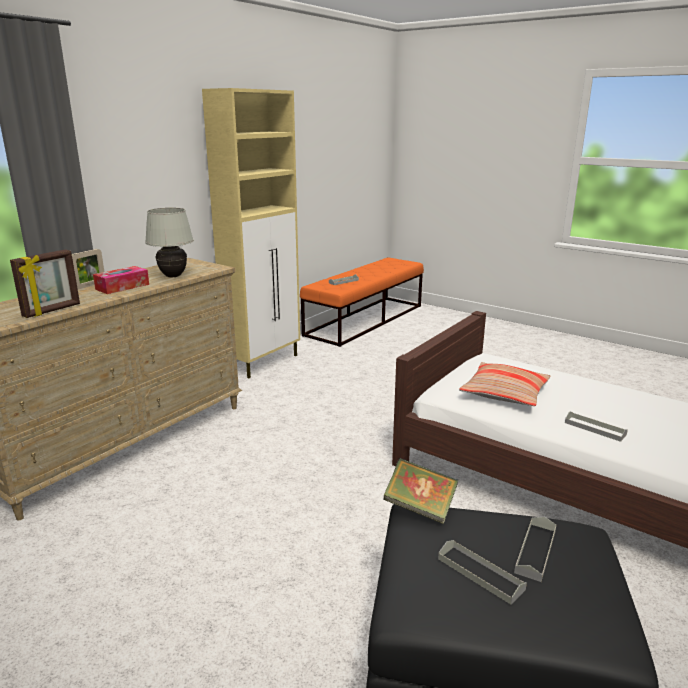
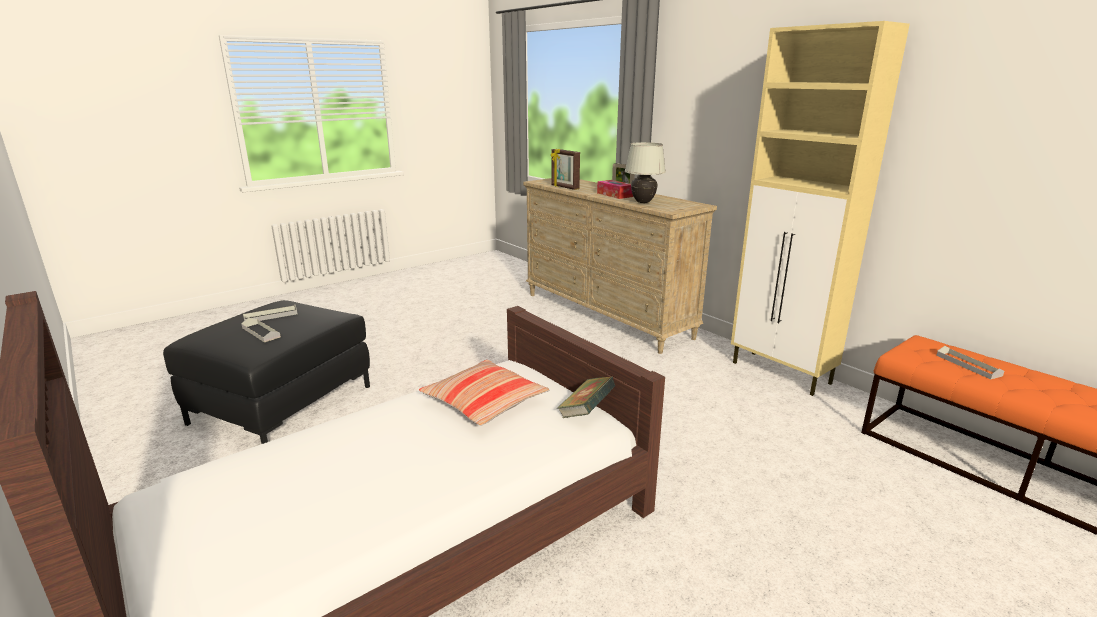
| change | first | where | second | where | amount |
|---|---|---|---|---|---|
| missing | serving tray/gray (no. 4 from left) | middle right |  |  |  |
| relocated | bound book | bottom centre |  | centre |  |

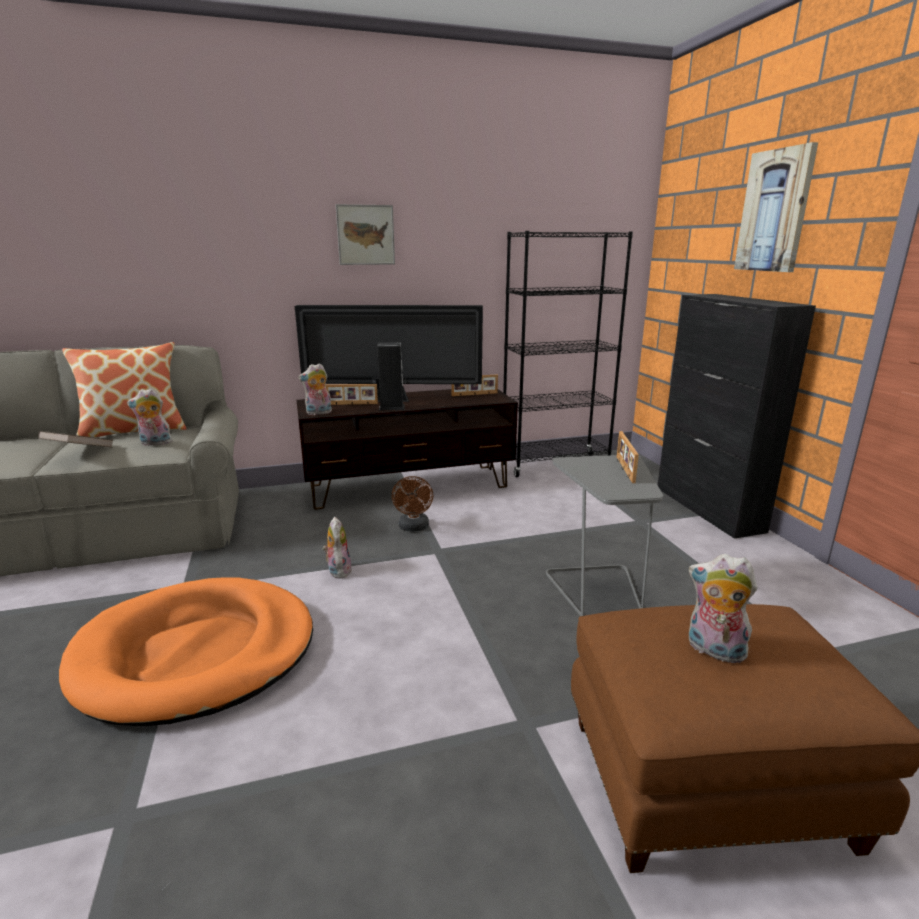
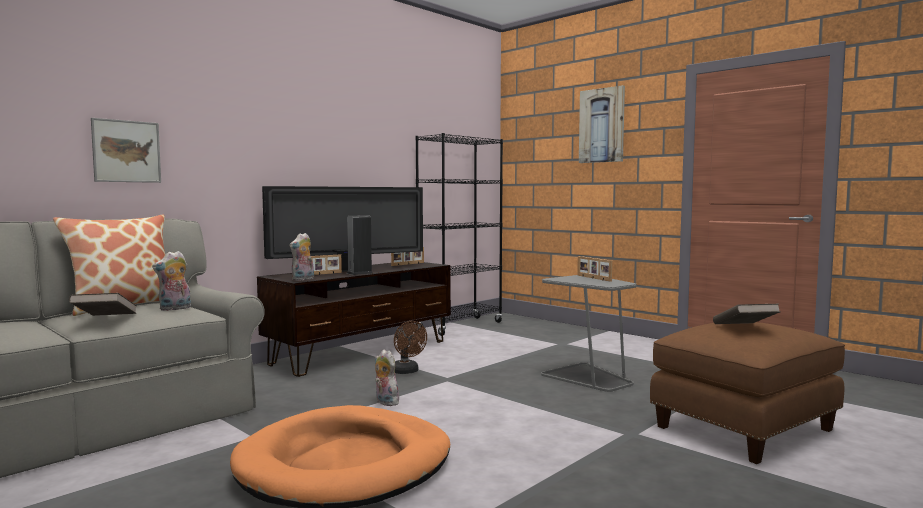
| change | first | where | second | where | amount |
|---|---|---|---|---|---|
| relocated | wall picture (no. 1 from left) | top centre |  | top left |  |
| missing | cabinet/blackish | middle right |  |  |  |
| exchanged | plush toy (no. 4 from left) | middle right | bound book/brownish (no. 2 from left) | middle right |  |

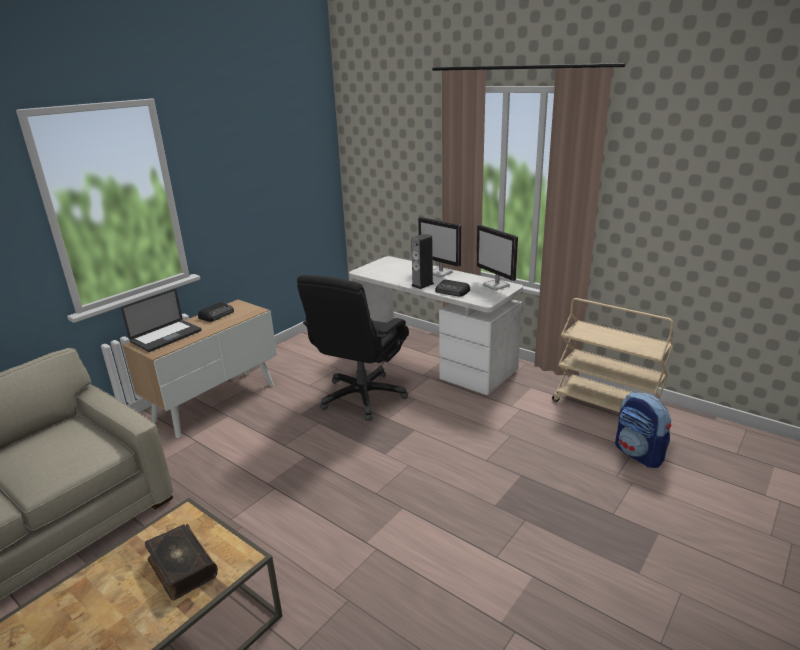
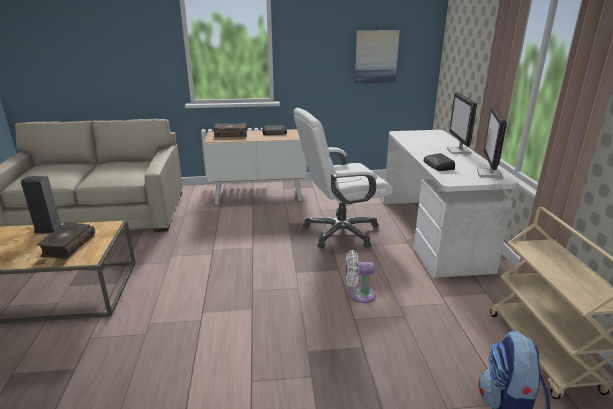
| change | first | where | second | where | amount |
|---|---|---|---|---|---|
| relocated | loudspeaker | centre |  | middle left |  |
| colour | desk chair/blackish | centre | desk chair/whitish | centre |  |
| exchanged | notebook computer | middle left | bound book (no. 2 from left) | top centre |  |
| appeared |  |  | wall picture | top centre |  |
| appeared |  |  | electric fan/whitish | bottom centre |  |

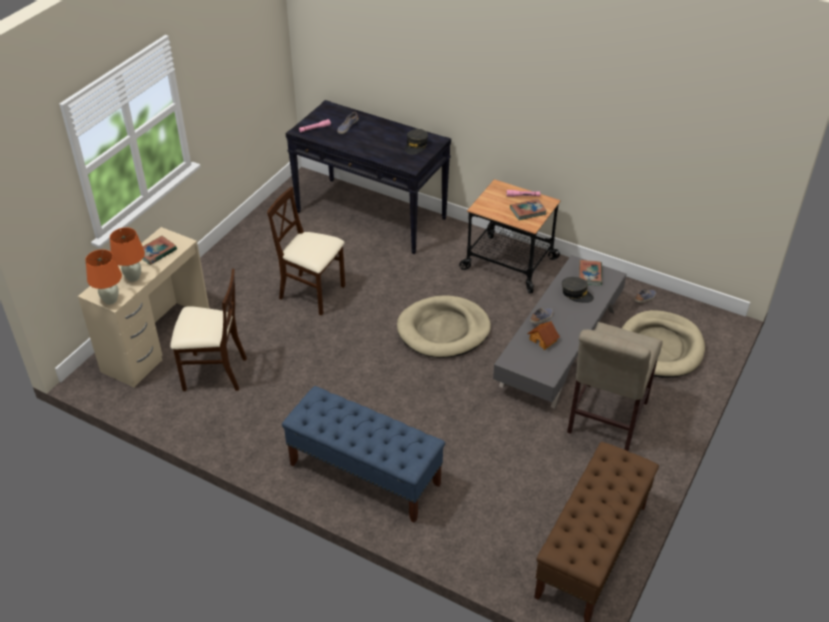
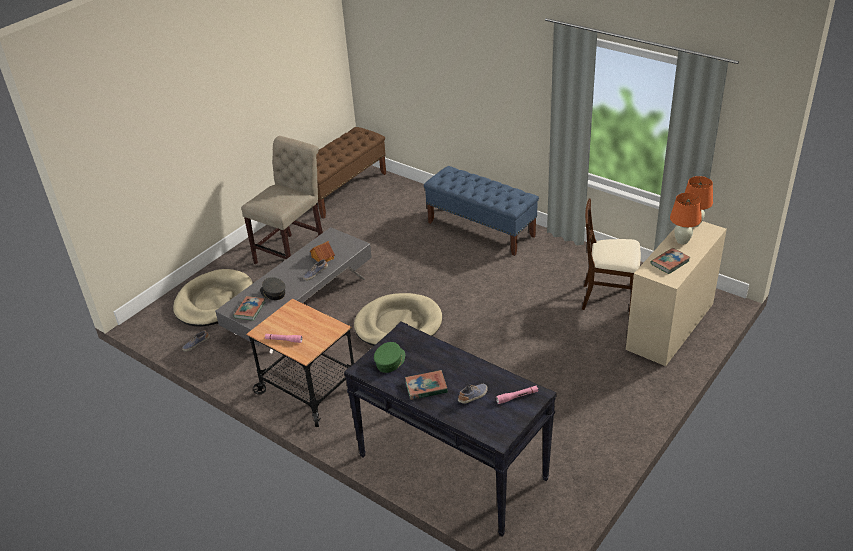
| change | first | where | second | where | amount |
|---|---|---|---|---|---|
| colour | baseball cap/gray (no. 1 from left) | top centre | baseball cap/green-coloured | centre |  |
| missing | plain chair/beige-coloured (no. 2 from left) | centre |  |  |  |
| relocated | bound book (no. 2 from left) | centre |  | bottom centre |  |

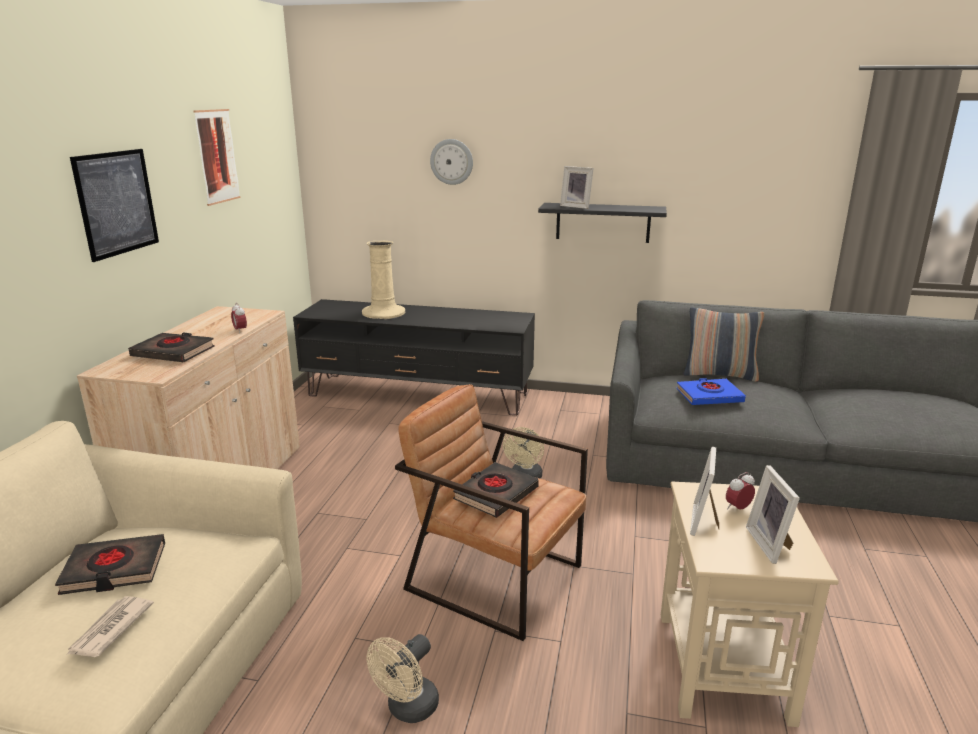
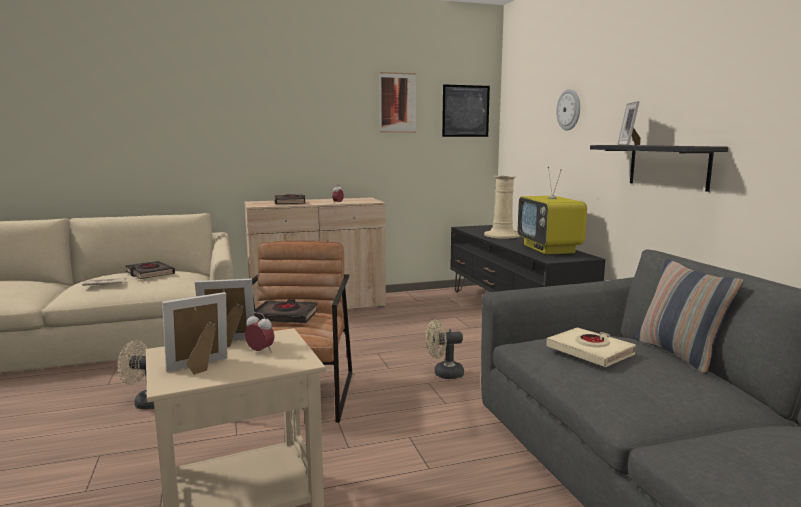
| change | first | where | second | where | amount |
|---|---|---|---|---|---|
| relocated | wall picture (no. 1 from left in the first image) | top left | wall picture (no. 2 from left) | top centre |  |
| colour | bound book/bluish | middle right | bound book/beige-coloured | bottom right |  |
| appeared |  |  | TV | middle right |  |

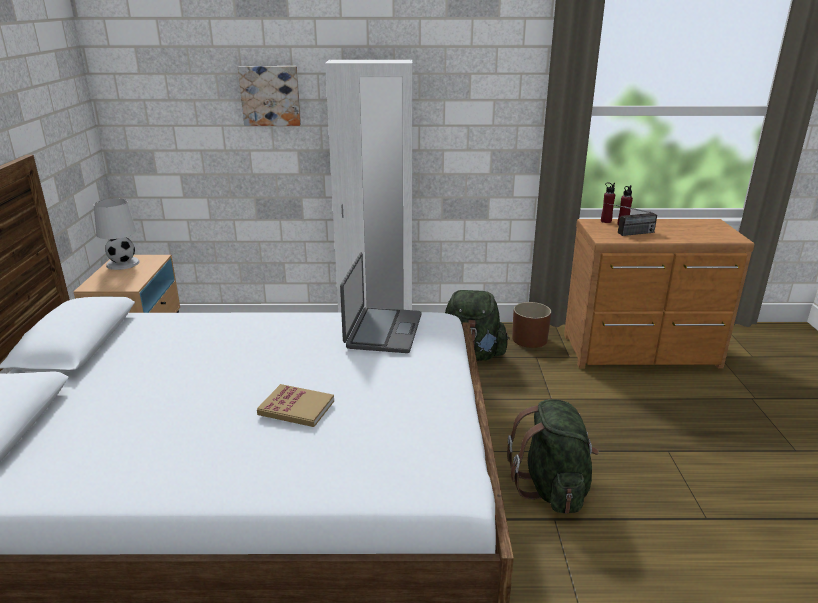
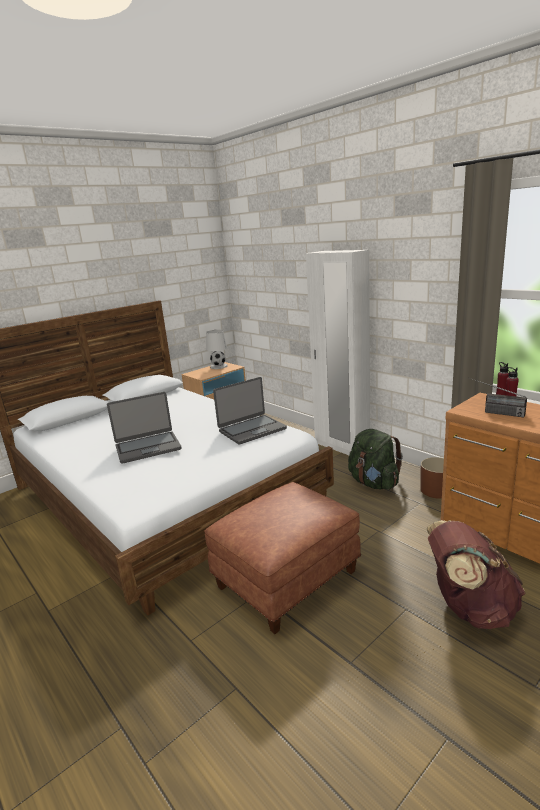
| change | first | where | second | where | amount |
|---|---|---|---|---|---|
| missing | wall picture | top left |  |  |  |
| exchanged | bound book | bottom centre | notebook computer (no. 1 from left) | middle left |  |
| exchanged | backpack/green-coloured (no. 2 from left) | bottom right | footrest/brownish | bottom centre |  |
| appeared |  |  | backpack/brownish | bottom right |  |

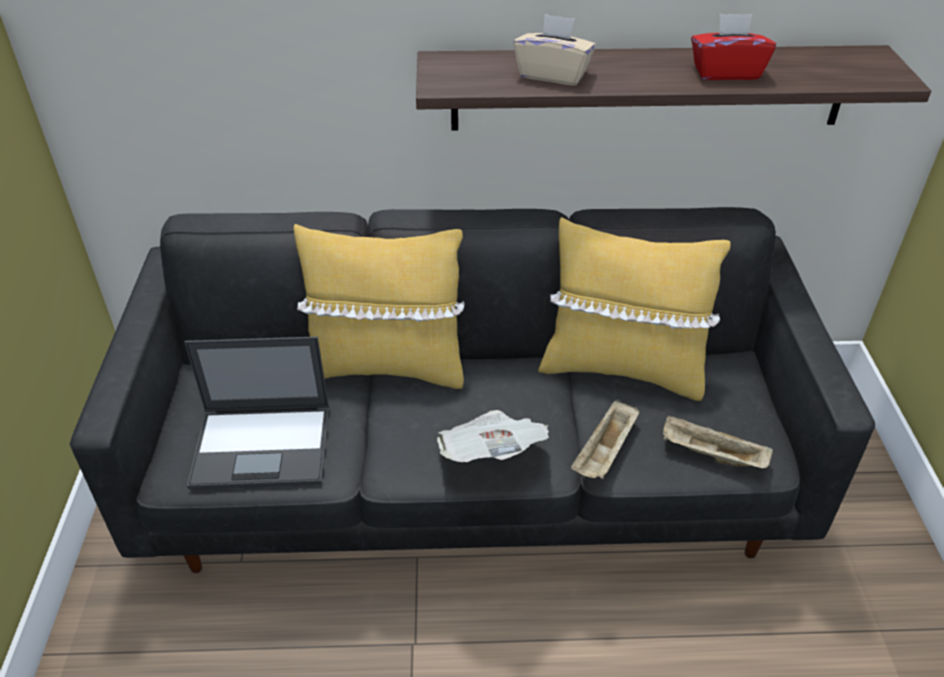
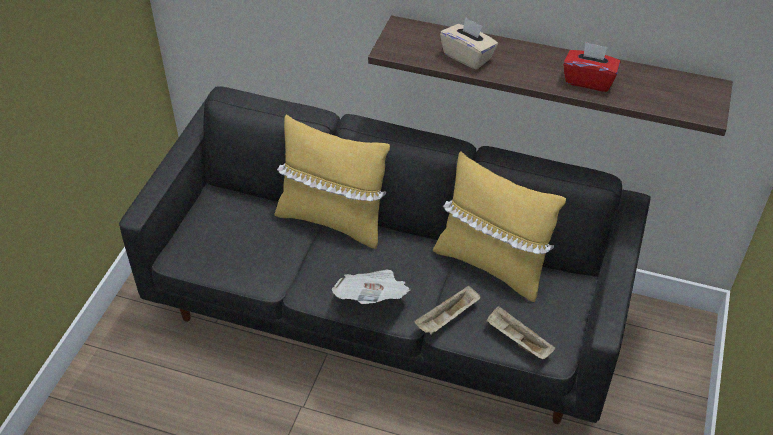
| change | first | where | second | where | amount |
|---|---|---|---|---|---|
| missing | notebook computer | middle left |  |  |  |

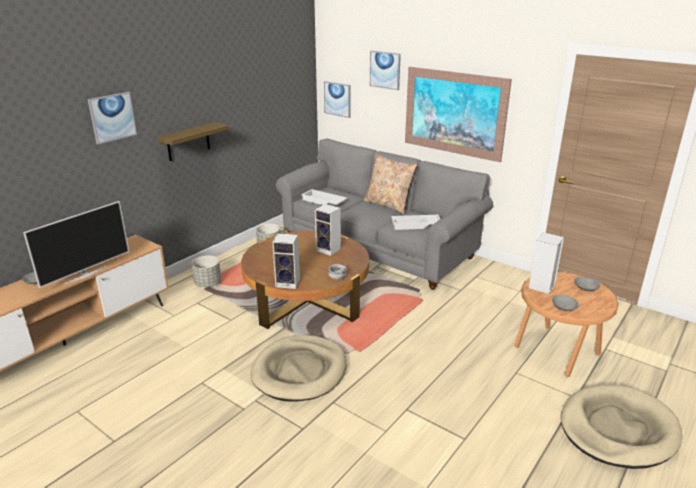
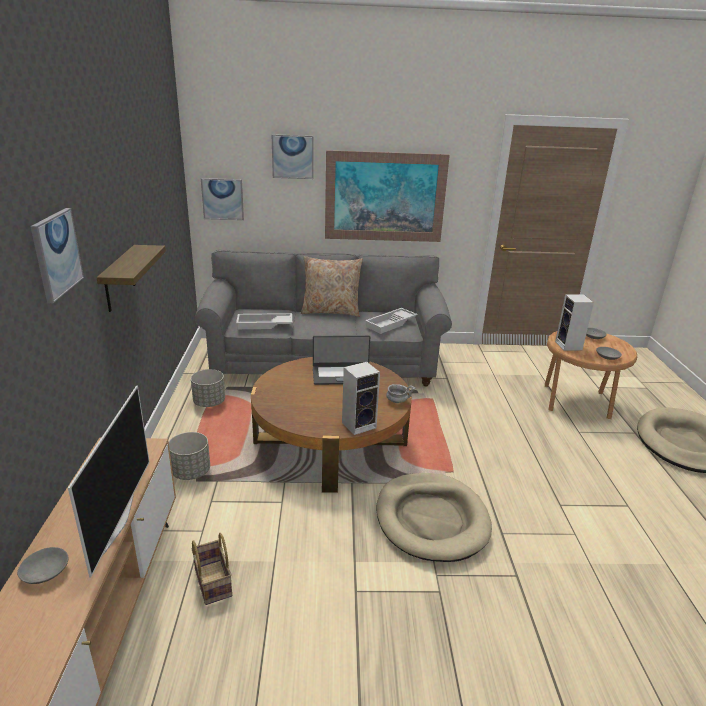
| change | first | where | second | where | amount |
|---|---|---|---|---|---|
| exchanged | loudspeaker (no. 2 from left) | centre | notebook computer | centre |  |
| appeared |  |  | basket | bottom left |  |

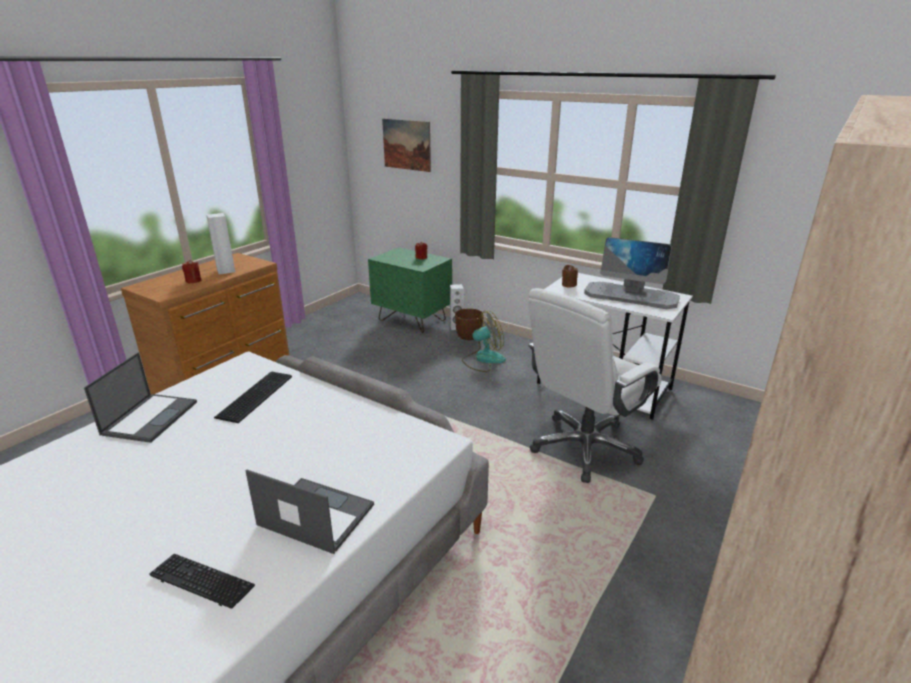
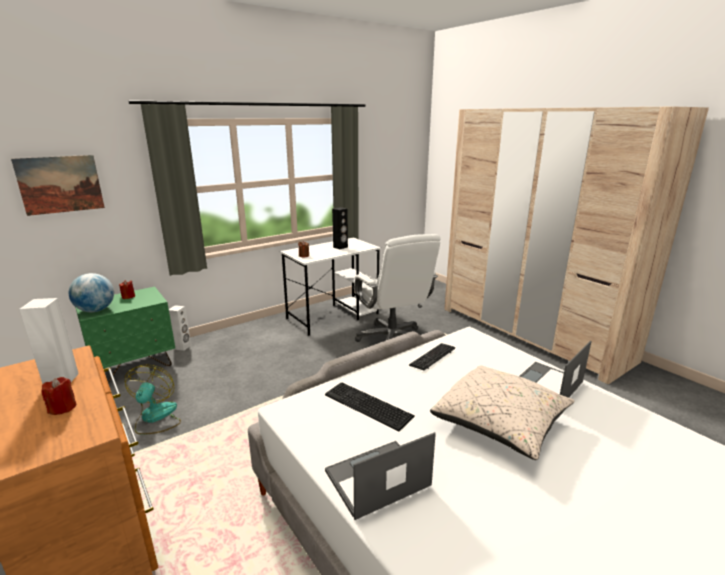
| change | first | where | second | where | amount |
|---|---|---|---|---|---|
| exchanged | monitor | middle right | loudspeaker/blackish | centre |  |
| missing | plant pot/brownish | centre |  |  |  |
| relocated | electric fan | centre |  | bottom left |  |
| spun | notebook computer (no. 1 from left) | middle left |  | bottom centre | 60 degrees counterclockwise |
| relocated | PC keyboard (no. 1 from left in the first image) | bottom left | PC keyboard (no. 2 from left) | centre |  |
| appeared |  |  | desk globe | middle left |  |
| appeared |  |  | cushion/beige-coloured | bottom right |  |

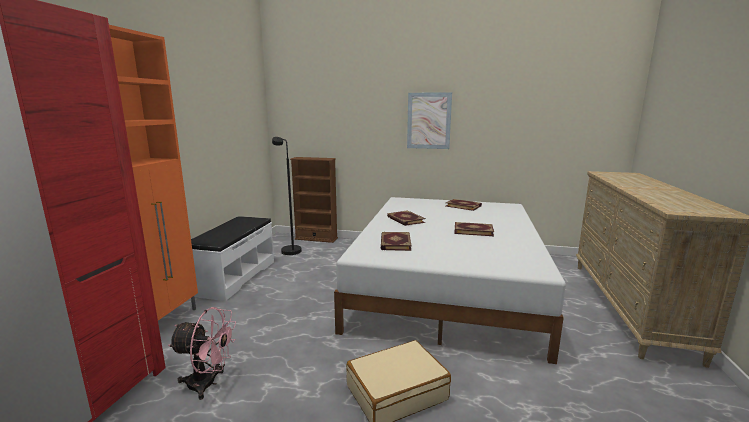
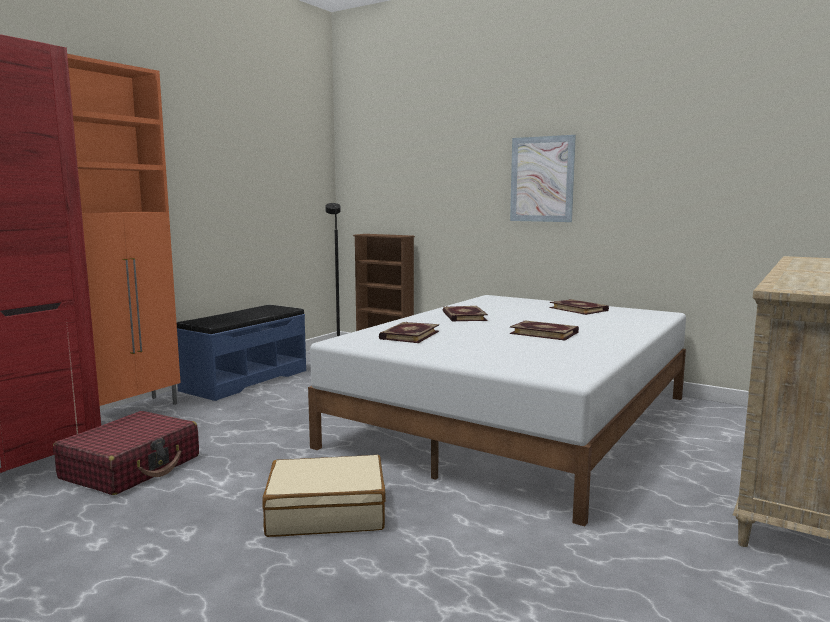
| change | first | where | second | where | amount |
|---|---|---|---|---|---|
| colour | indoor bench/whitish | middle left | indoor bench/bluish | middle left |  |
| exchanged | electric fan/pink | bottom left | piece of luggage/red-coloured | bottom left |  |

